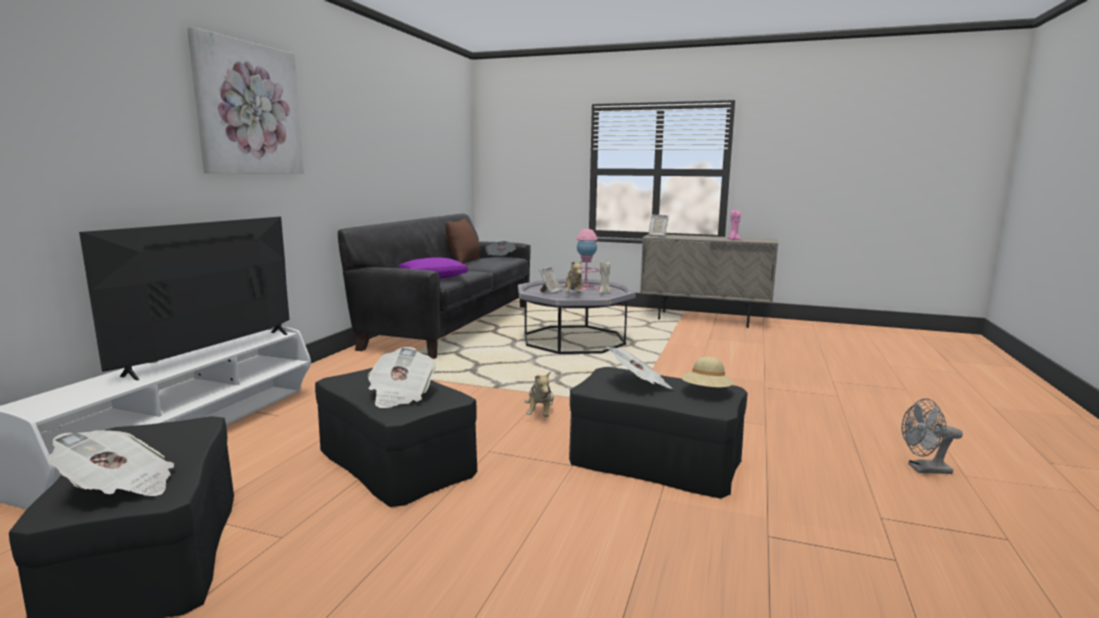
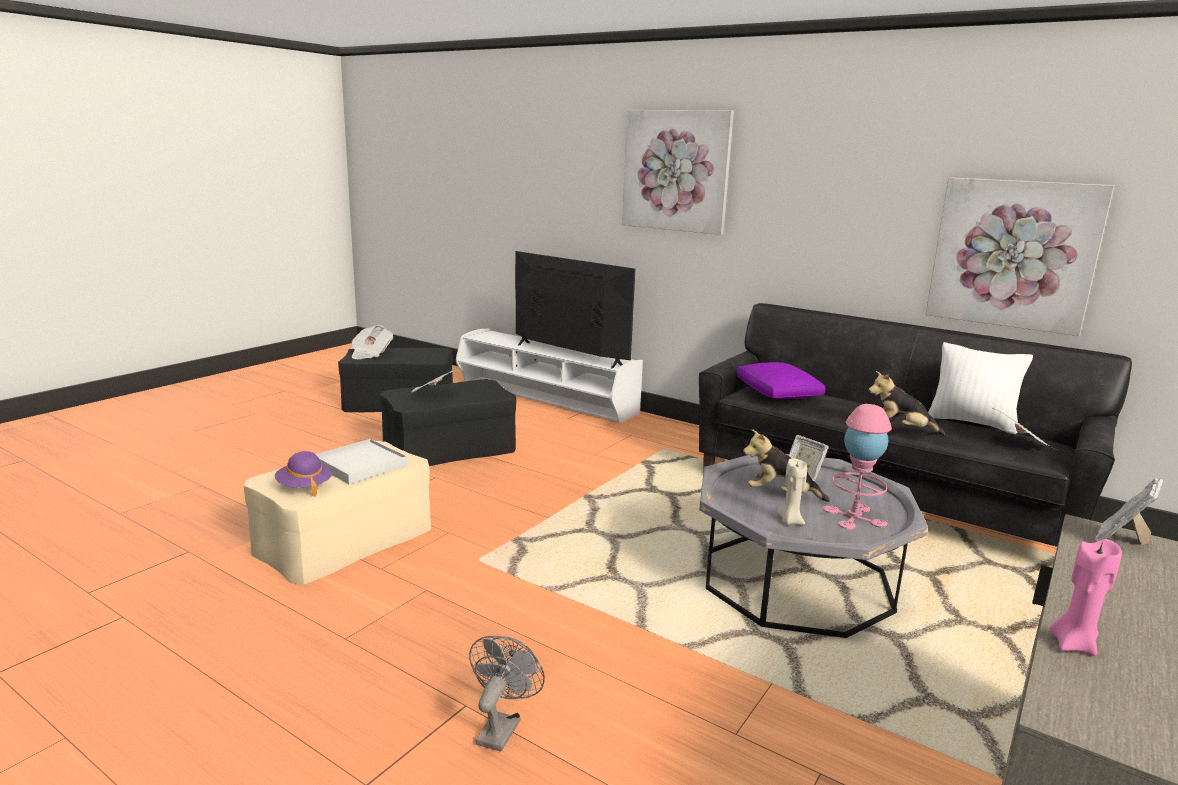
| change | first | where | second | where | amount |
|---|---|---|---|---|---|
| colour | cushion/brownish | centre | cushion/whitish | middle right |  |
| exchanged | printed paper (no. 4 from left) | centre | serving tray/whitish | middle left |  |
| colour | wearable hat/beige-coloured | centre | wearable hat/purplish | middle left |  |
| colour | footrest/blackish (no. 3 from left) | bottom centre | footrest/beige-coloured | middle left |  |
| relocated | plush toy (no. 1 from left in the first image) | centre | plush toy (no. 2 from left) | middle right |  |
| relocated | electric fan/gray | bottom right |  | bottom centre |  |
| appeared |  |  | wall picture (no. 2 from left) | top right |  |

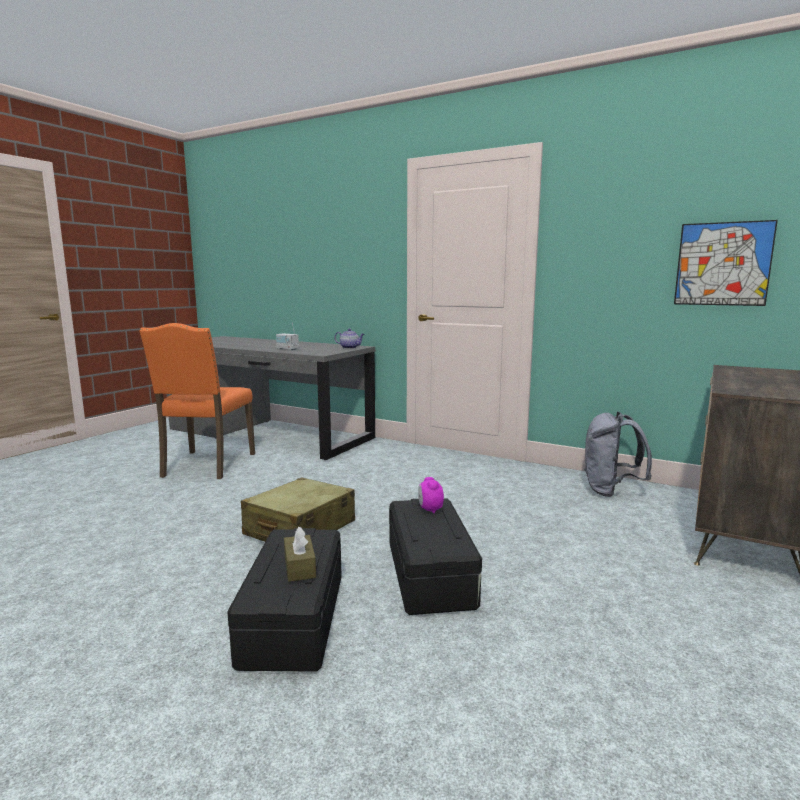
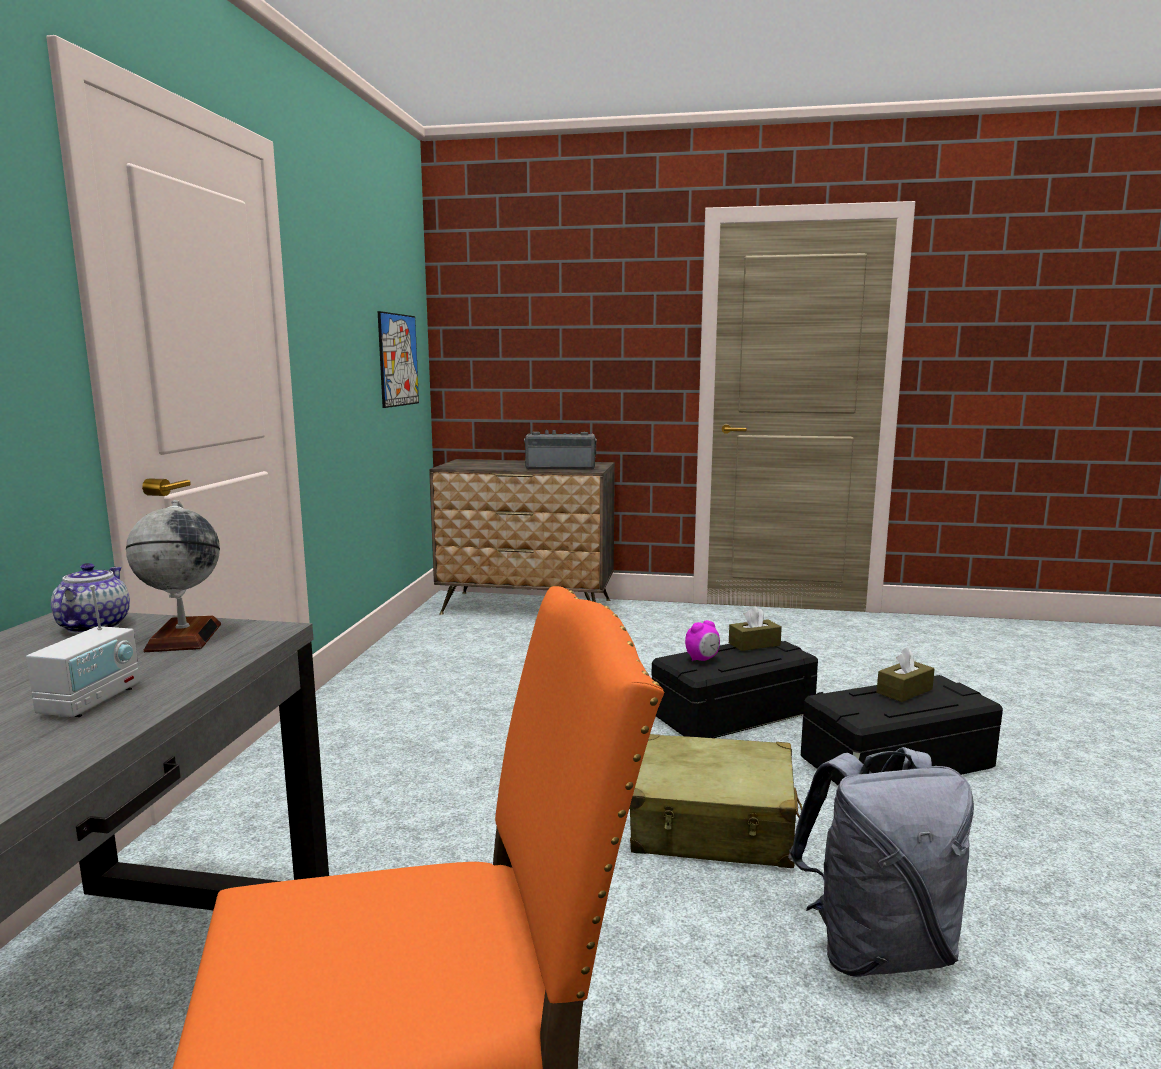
| change | first | where | second | where | amount |
|---|---|---|---|---|---|
| relocated | backpack/gray | middle right |  | bottom right |  |
| appeared |  |  | radio (no. 2 from left) | centre |  |
| appeared |  |  | desk globe | middle left |  |
| appeared |  |  | tissue box/brownish (no. 1 from left) | centre |  |

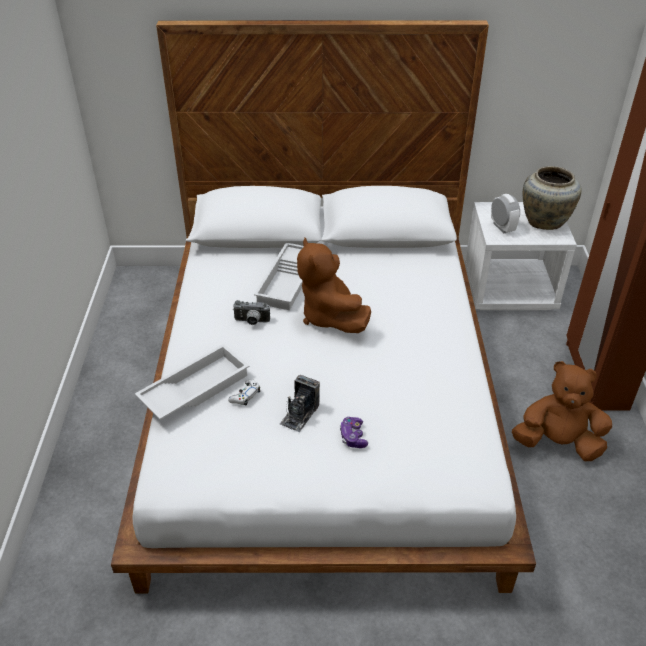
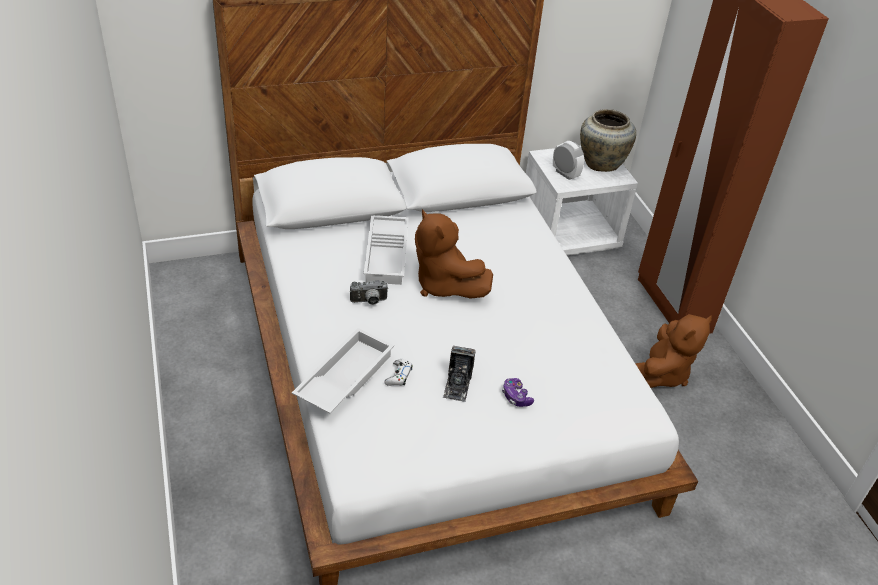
| change | first | where | second | where | amount |
|---|---|---|---|---|---|
| spun | plush toy/brownish (no. 2 from left) | middle right |  | middle right | 135 degrees clockwise |

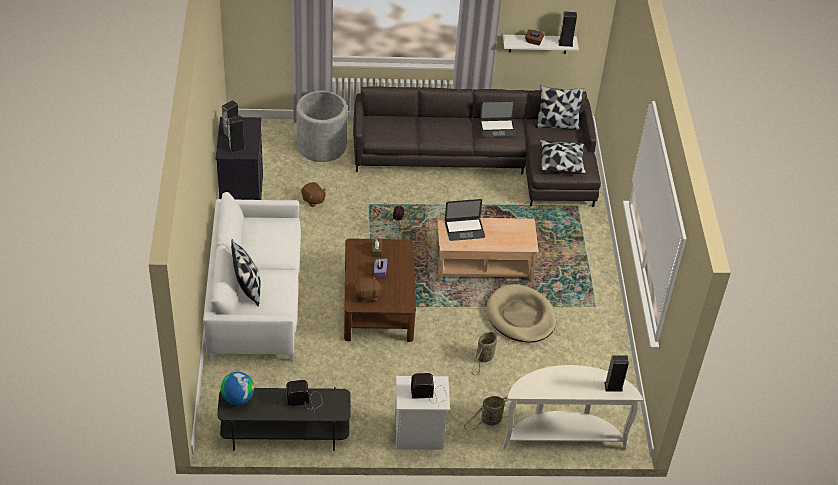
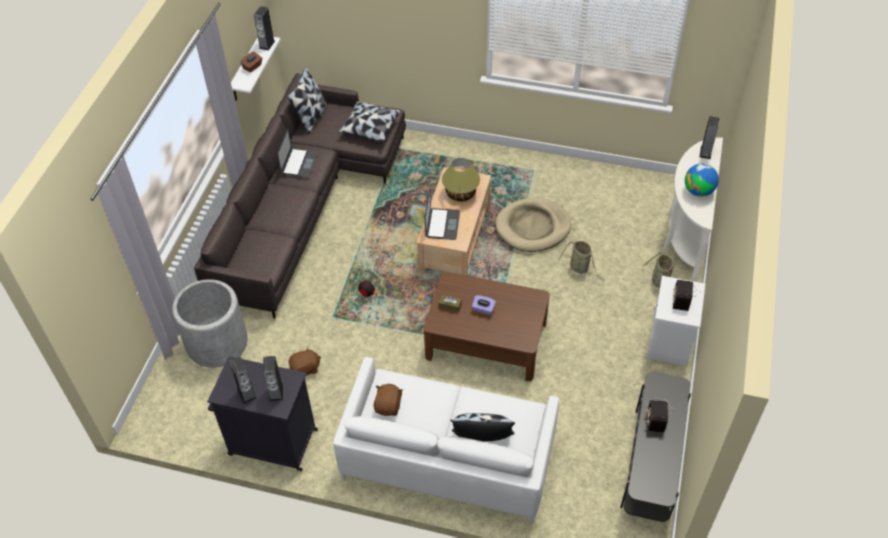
| change | first | where | second | where | amount |
|---|---|---|---|---|---|
| relocated | plush toy/brownish (no. 2 from left) | centre |  | bottom centre |  |
| relocated | desk globe | bottom left |  | middle right |  |
| appeared |  |  | table lamp | centre |  |

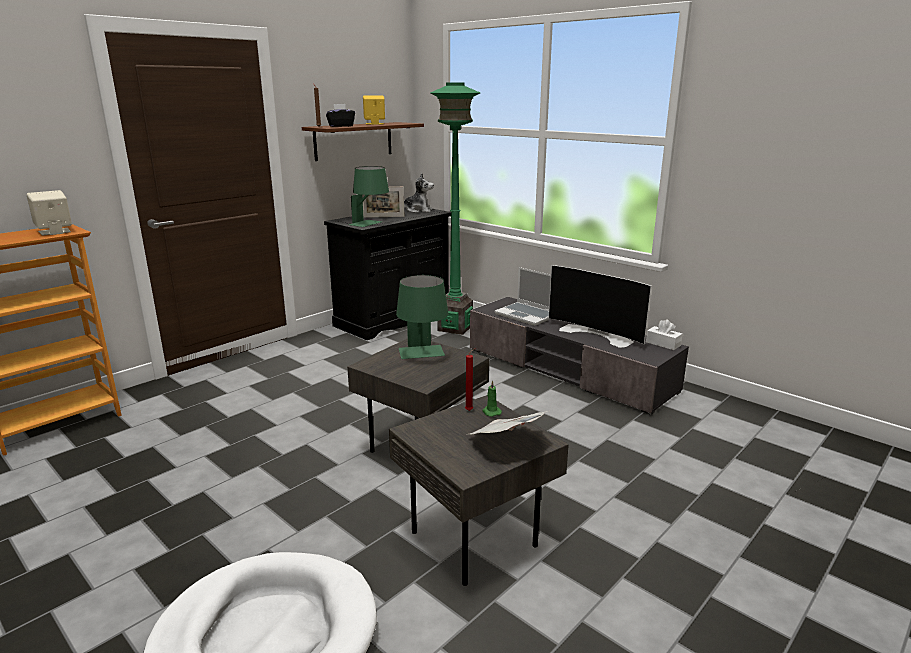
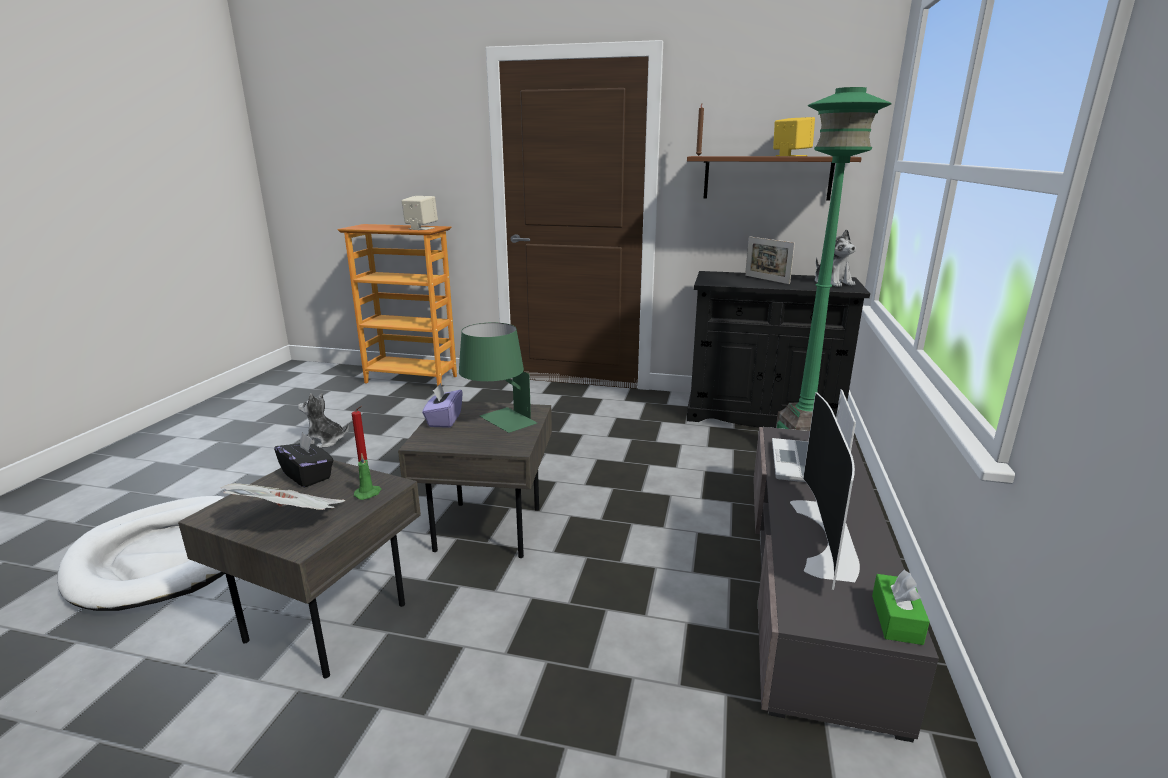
| change | first | where | second | where | amount |
|---|---|---|---|---|---|
| relocated | tissue box/blackish | top centre |  | middle left |  |
| missing | table lamp/green-coloured (no. 1 from left) | top centre |  |  |  |
| colour | tissue box/whitish | middle right | tissue box/green-coloured | bottom right |  |
| appeared |  |  | tissue box/purplish | centre |  |
| appeared |  |  | plush toy (no. 1 from left) | middle left |  |

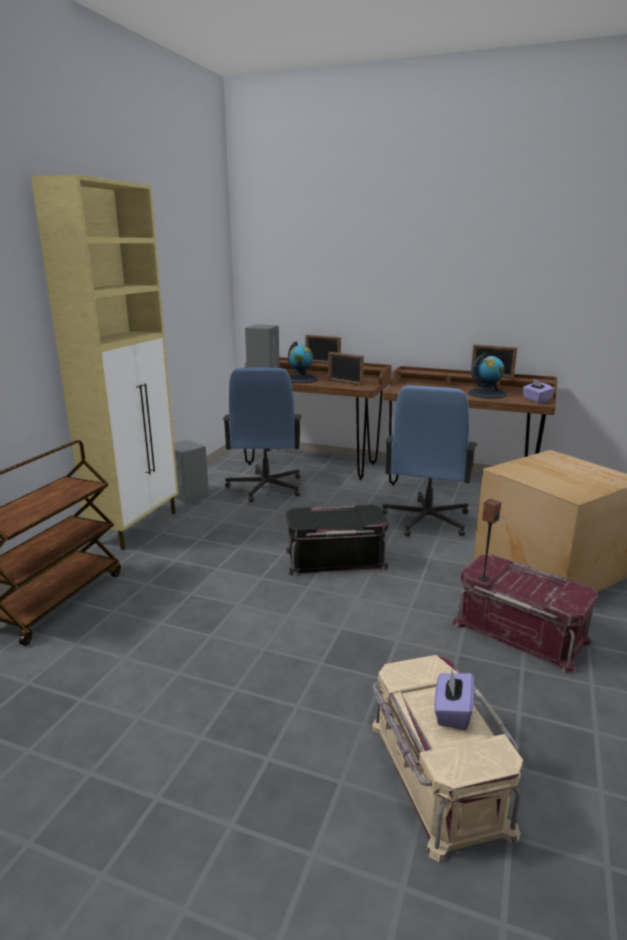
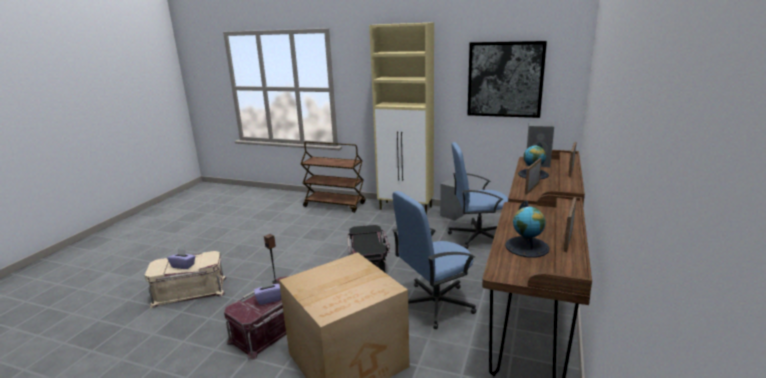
| change | first | where | second | where | amount |
|---|---|---|---|---|---|
| relocated | tissue box/purplish (no. 2 from left) | middle right |  | bottom centre |  |
| spun | desk chair/bluish (no. 2 from left in the first image) | middle right | desk chair/bluish (no. 1 from left) | bottom centre | 45 degrees counterclockwise |
| appeared |  |  | wall picture | top centre |  |

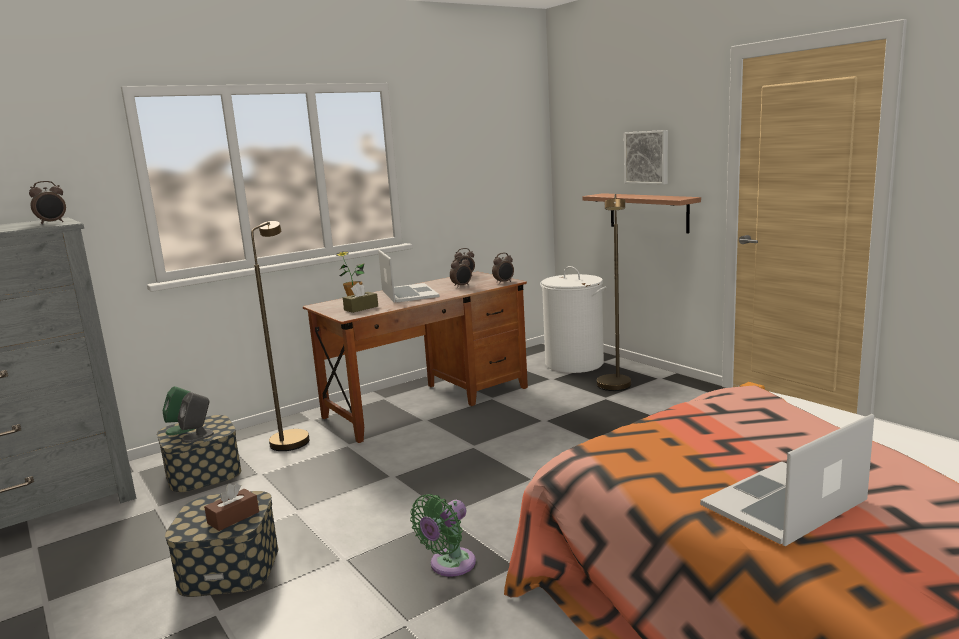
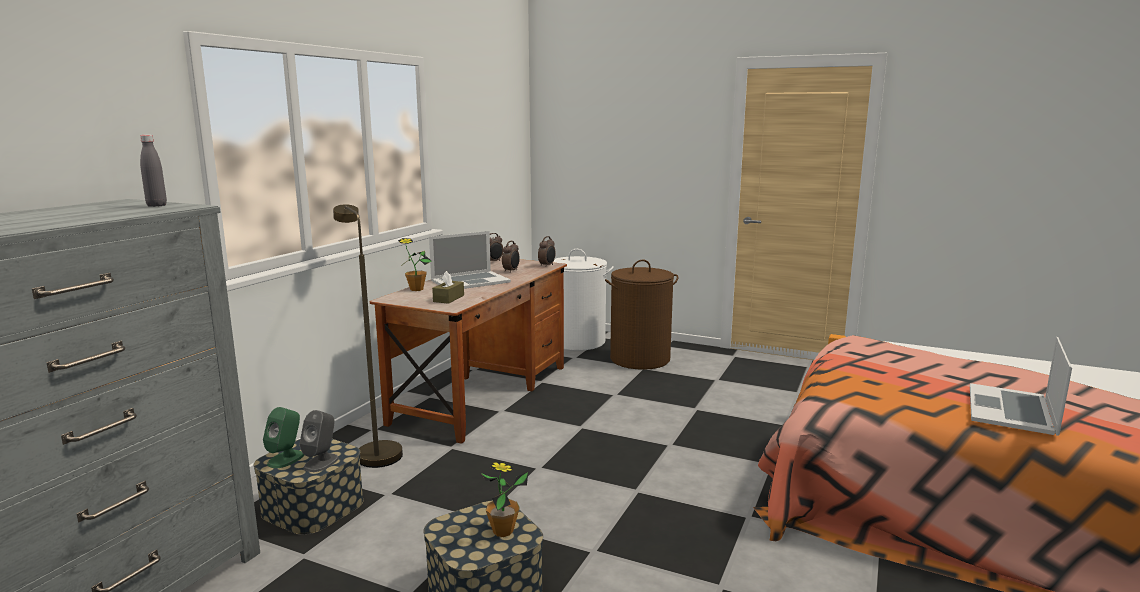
| change | first | where | second | where | amount |
|---|---|---|---|---|---|
| missing | wall picture | top right |  |  |  |
| exchanged | table clock (no. 1 from left) | top left | beverage bottle/gray | top left |  |
| missing | bracket shelf | middle right |  |  |  |
| exchanged | standard lamp/brownish (no. 2 from left) | centre | laundry basket/brownish | centre |  |
| spun | notebook computer (no. 1 from left) | centre |  | centre | 105 degrees clockwise |
| exchanged | tissue box/brownish (no. 1 from left) | bottom left | houseplant (no. 2 from left) | bottom centre |  |
| missing | electric fan/green-coloured | bottom centre |  |  |  |

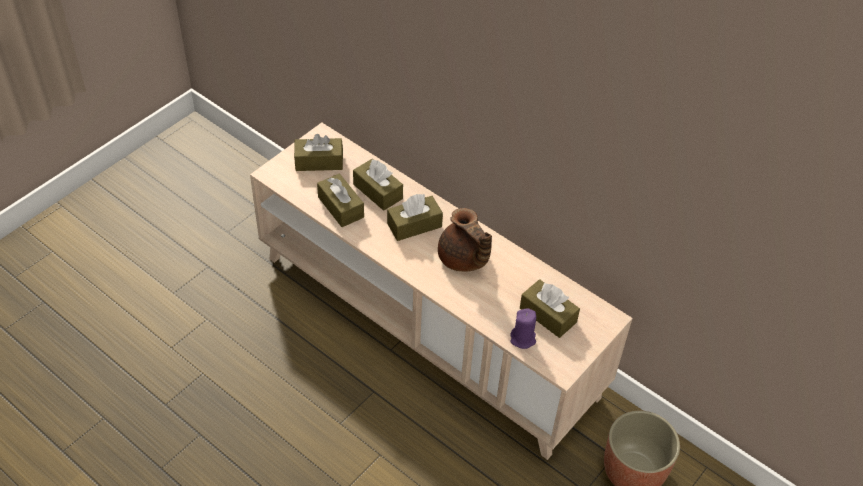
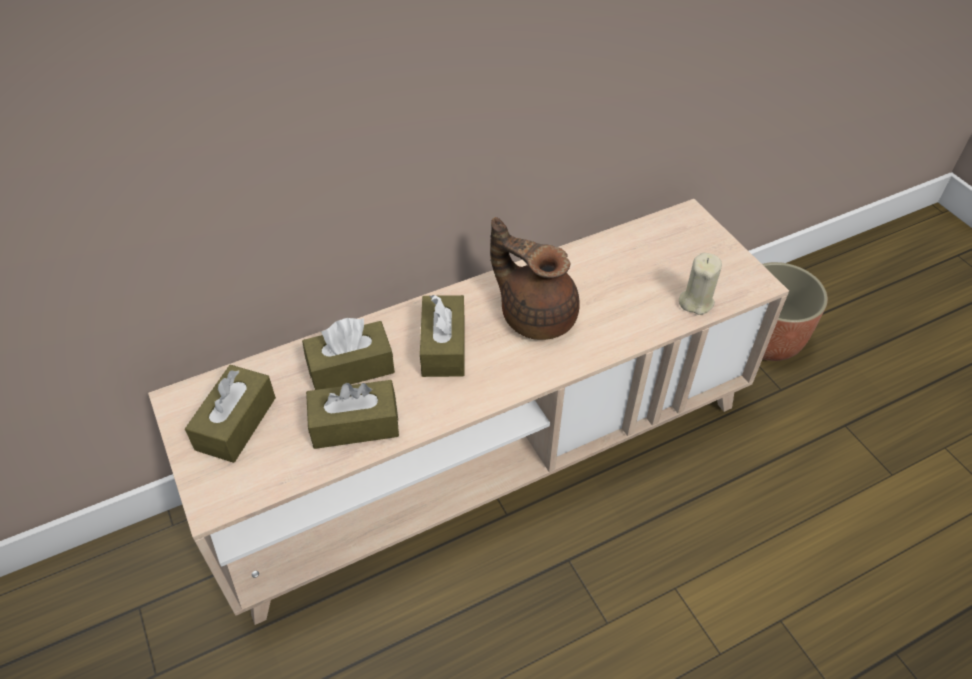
| change | first | where | second | where | amount |
|---|---|---|---|---|---|
| spun | tea pot/brownish | centre |  | centre | 135 degrees counterclockwise |
| missing | tissue box/brownish (no. 5 from left) | centre |  |  |  |
| colour | wax candle/purplish | bottom centre | wax candle/beige-coloured | middle right |  |

